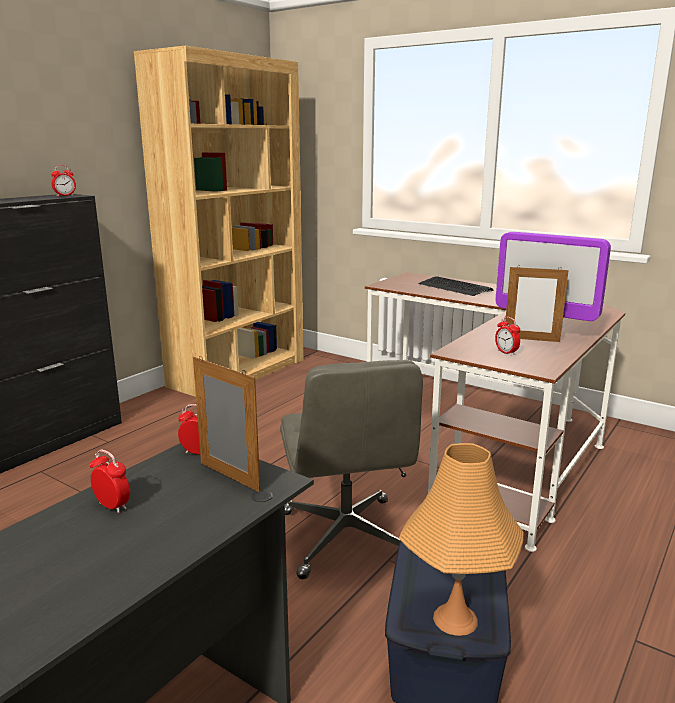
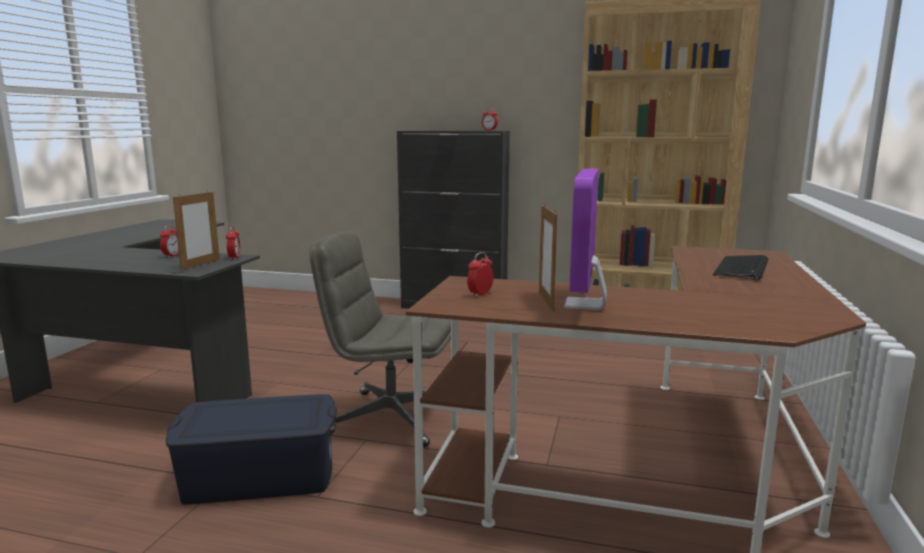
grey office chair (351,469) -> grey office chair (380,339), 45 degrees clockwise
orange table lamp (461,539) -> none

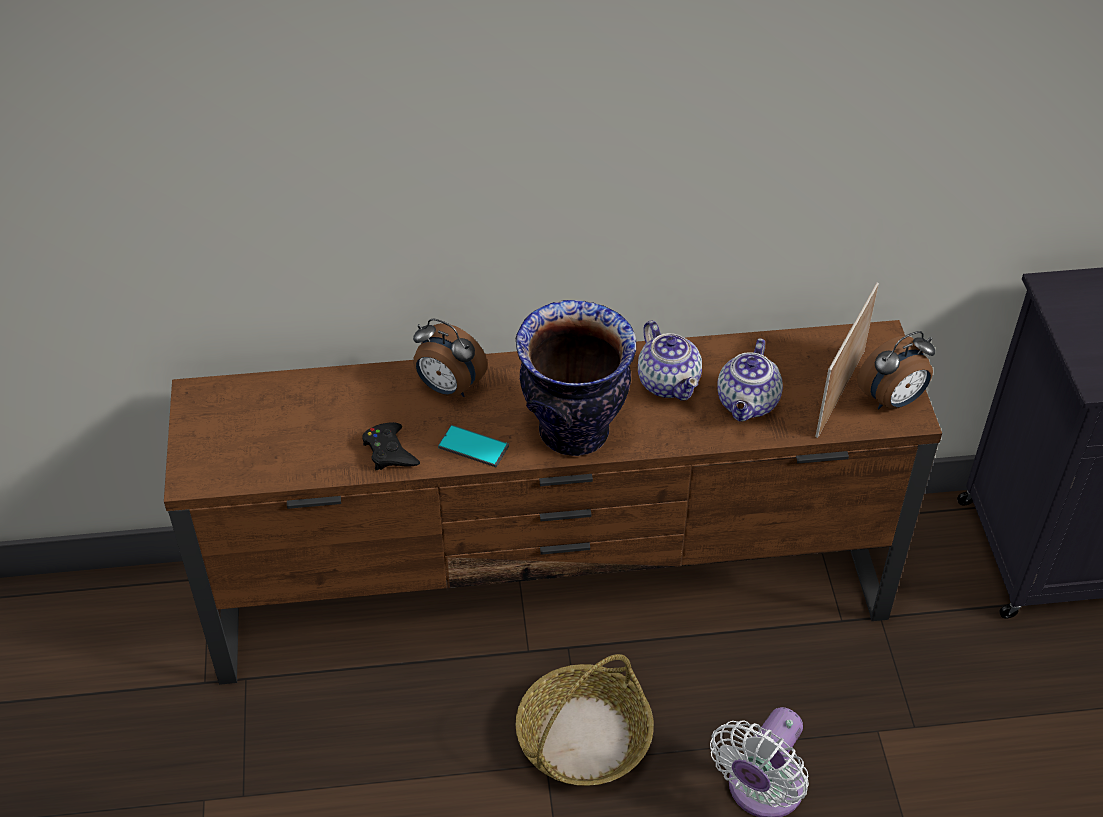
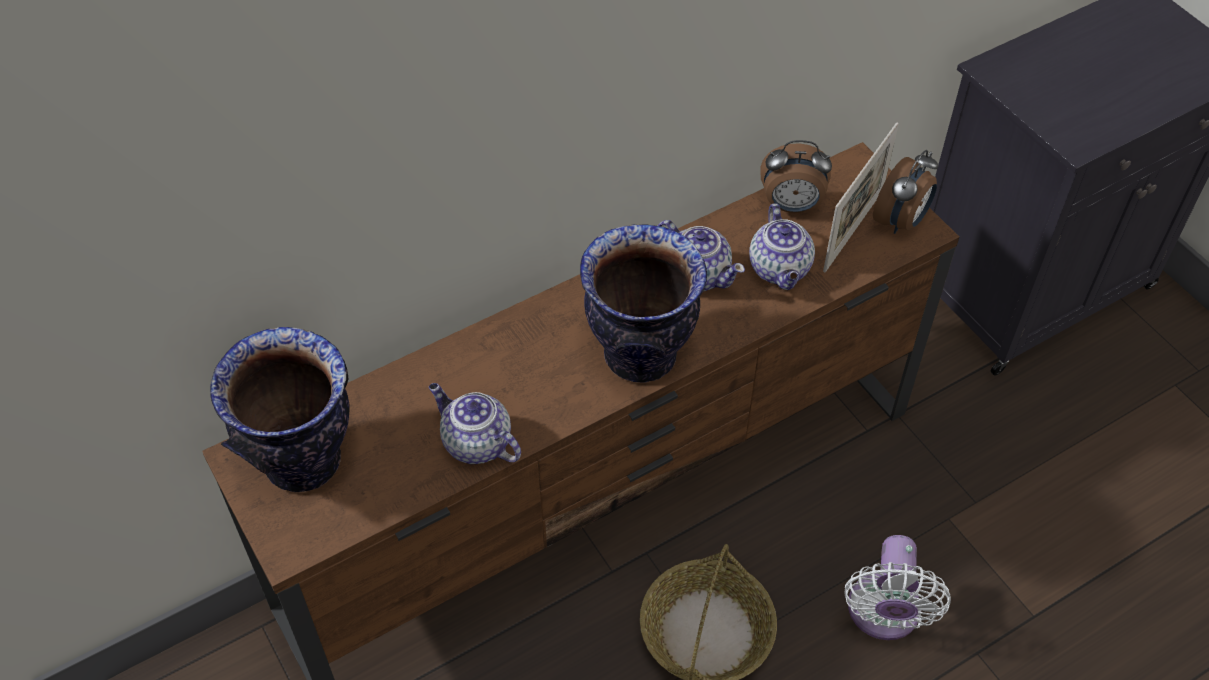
none -> vase (279,409)
black game controller (391,446) -> teapot (475,423)
alarm clock (450,357) -> alarm clock (796,176), shifted
picture frame (847,360) -> picture frame (861,197), 150 degrees counterclockwise
phone (473,446) -> none

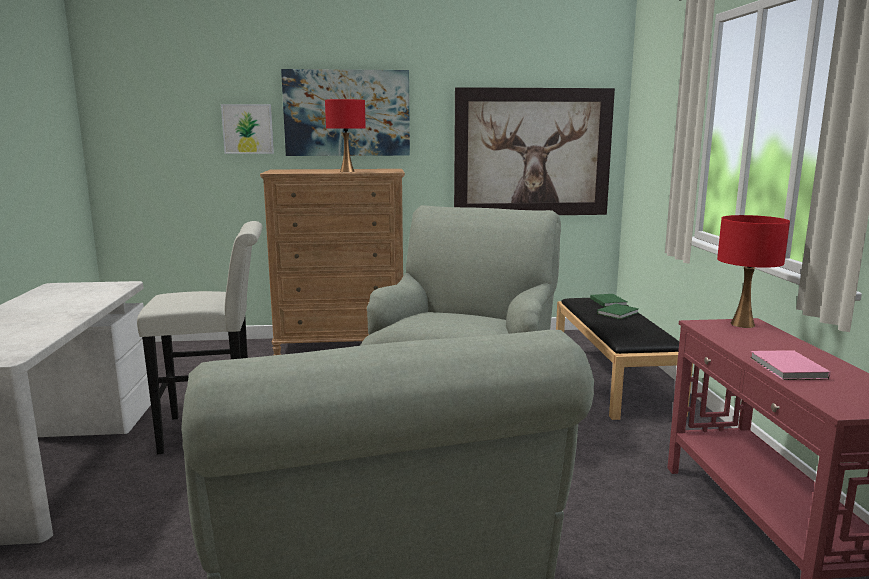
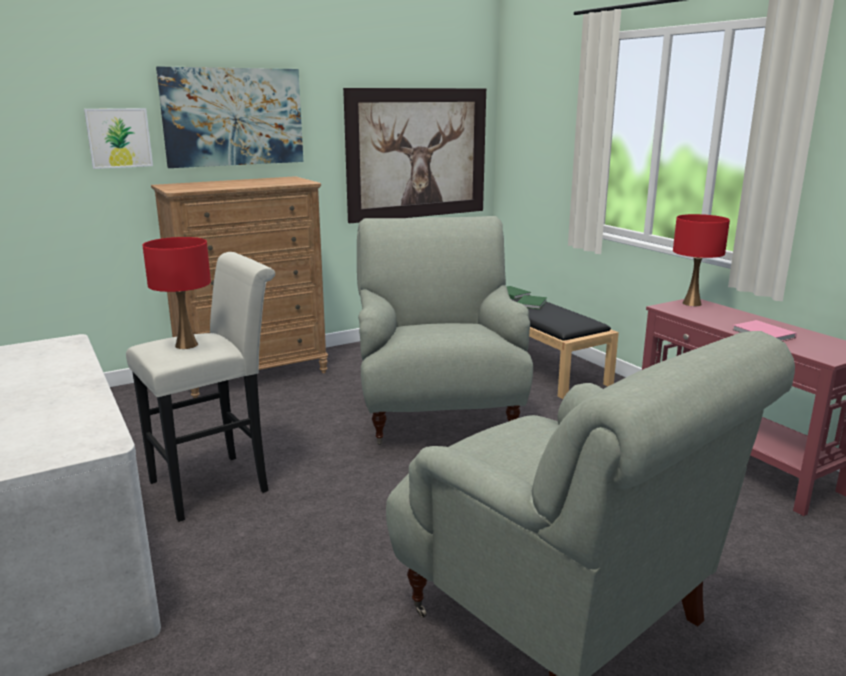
red table lamp (345,135) -> red table lamp (177,293), shifted

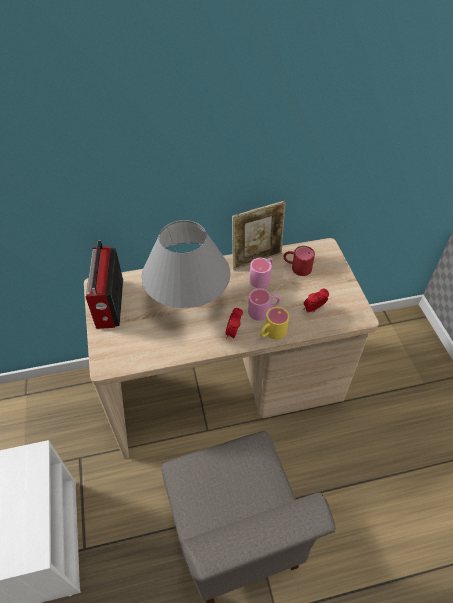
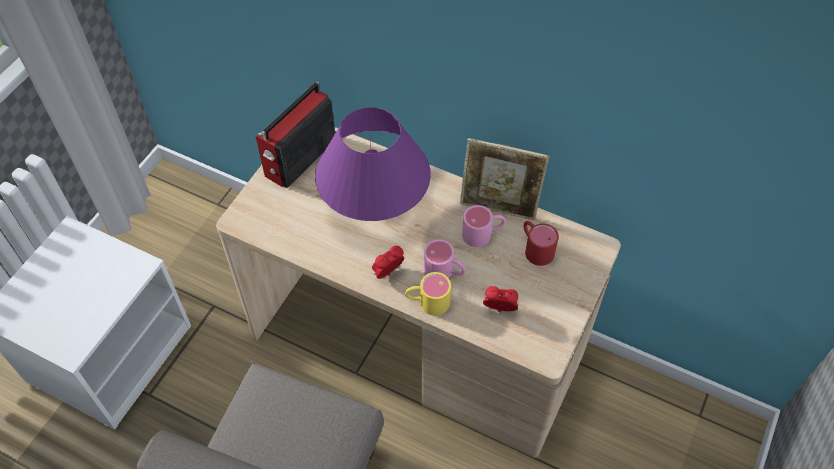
grey table lamp (186,264) -> purple table lamp (373,164)

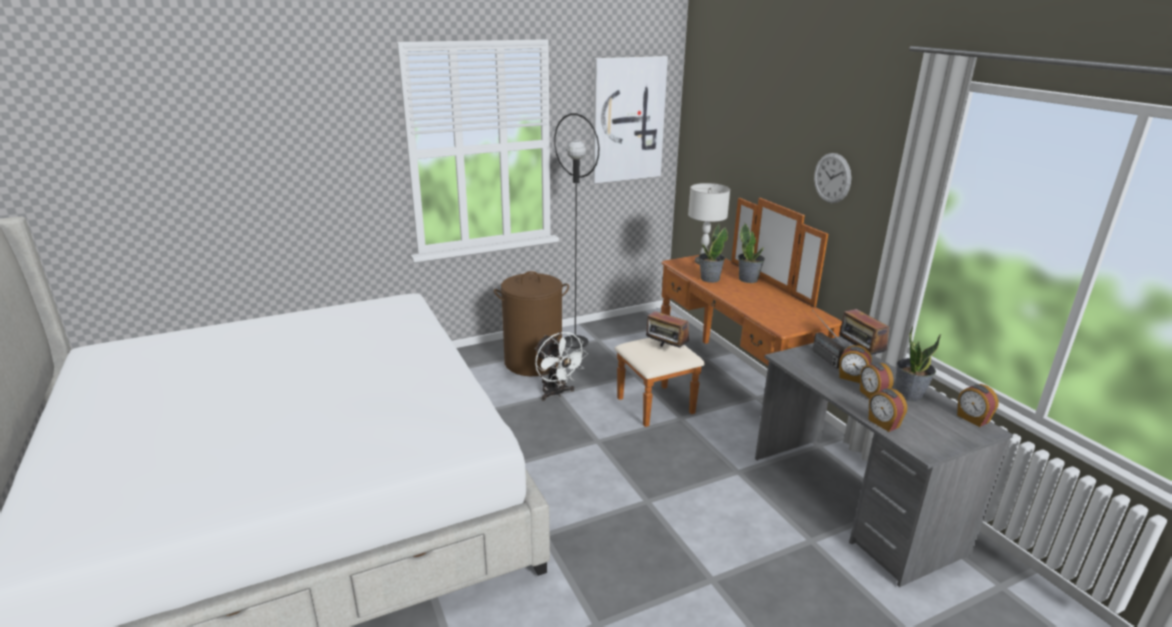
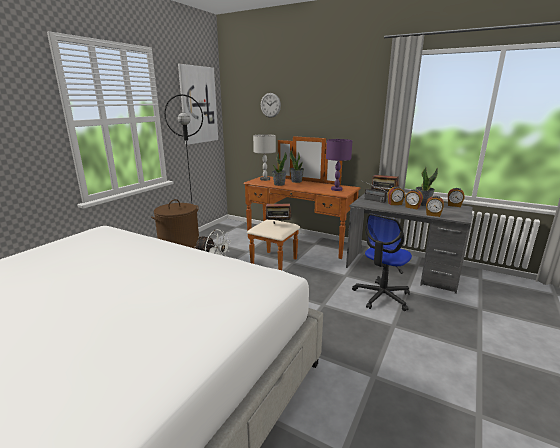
wall clock (832,178) -> wall clock (271,105), shifted
none -> purple table lamp (339,165)
none -> office chair (382,262)

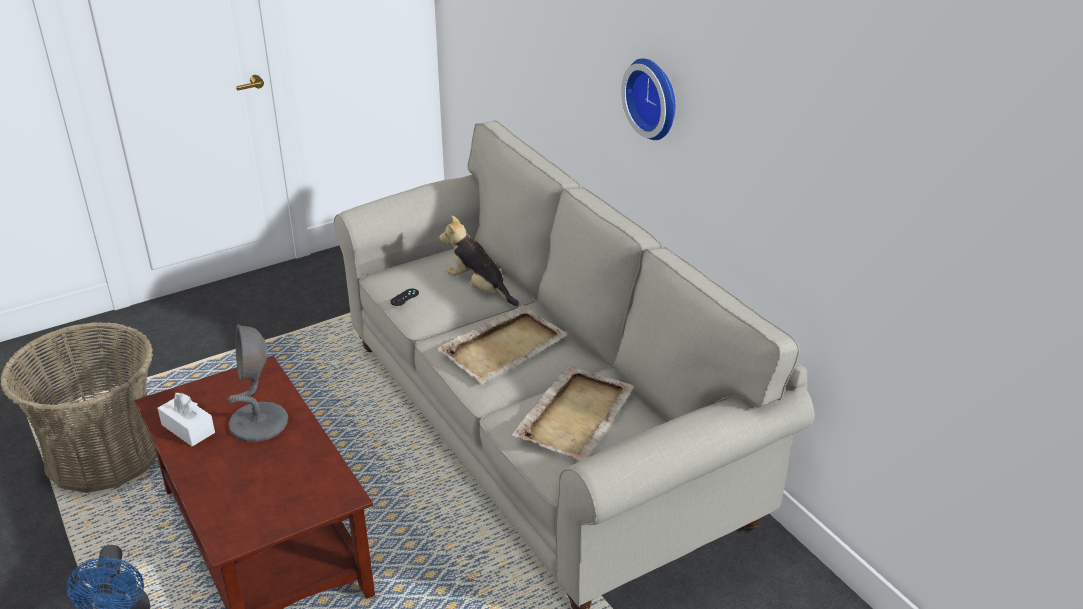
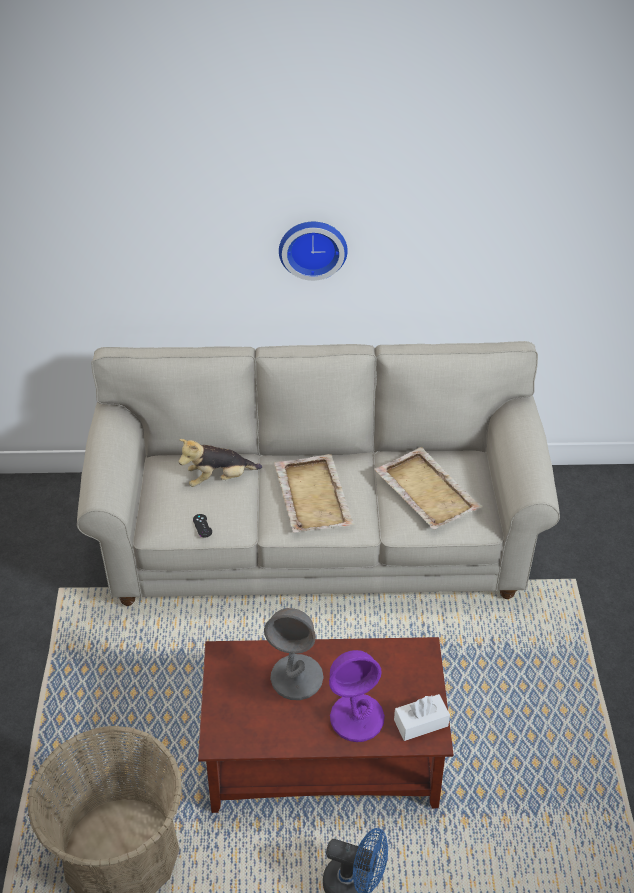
none -> purple table lamp (357,696)
white tissue box (186,419) -> white tissue box (422,717), shifted

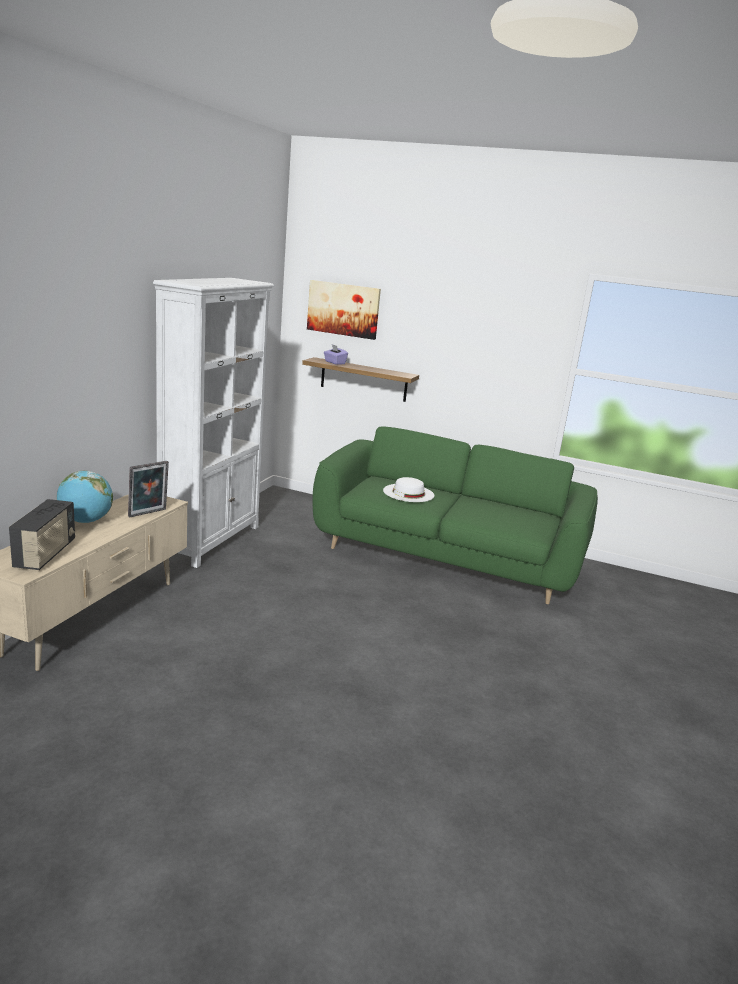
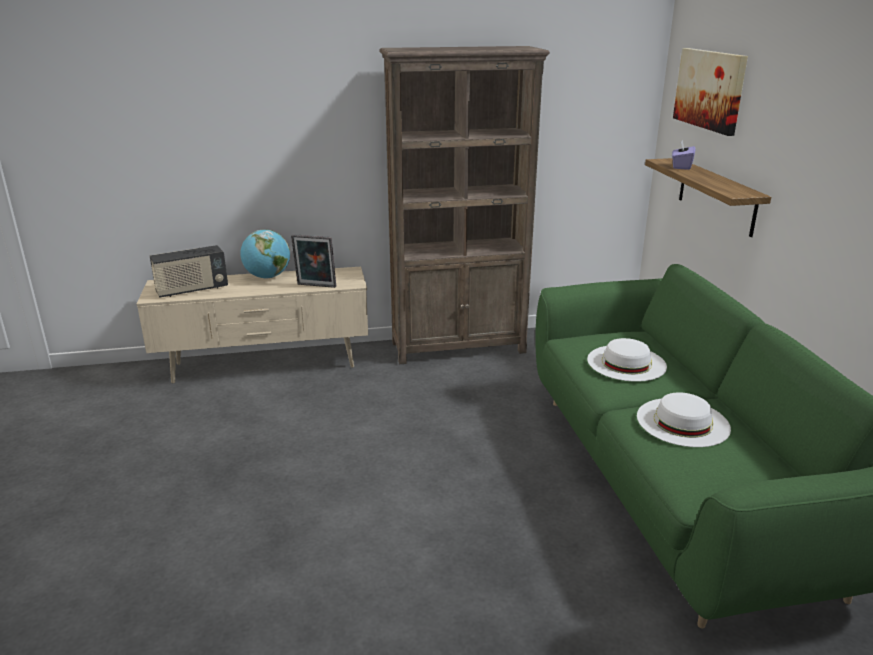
white bookcase (213,423) -> brown bookcase (464,205)
none -> white hat (684,419)

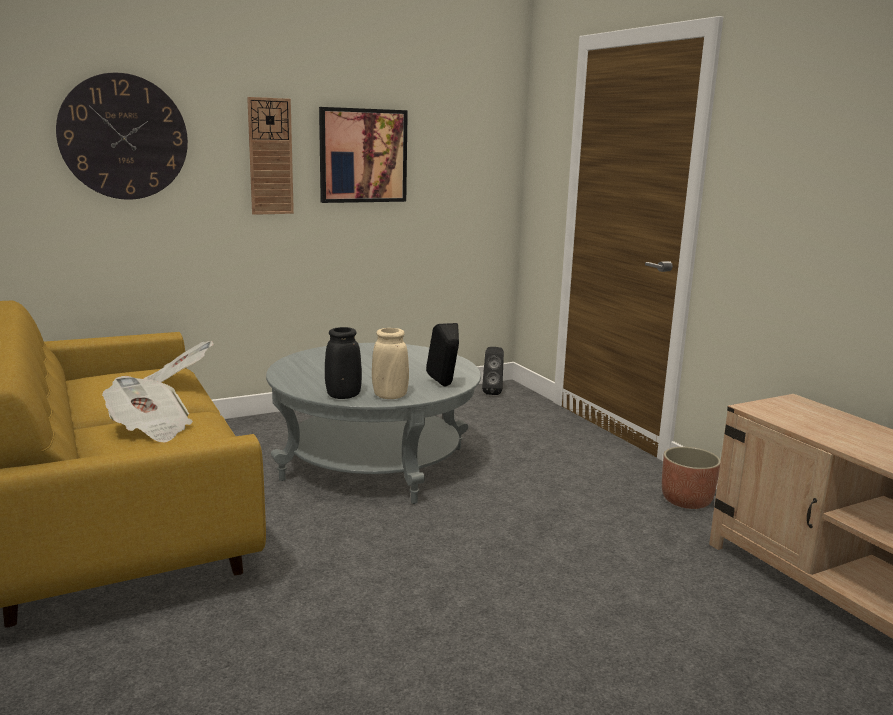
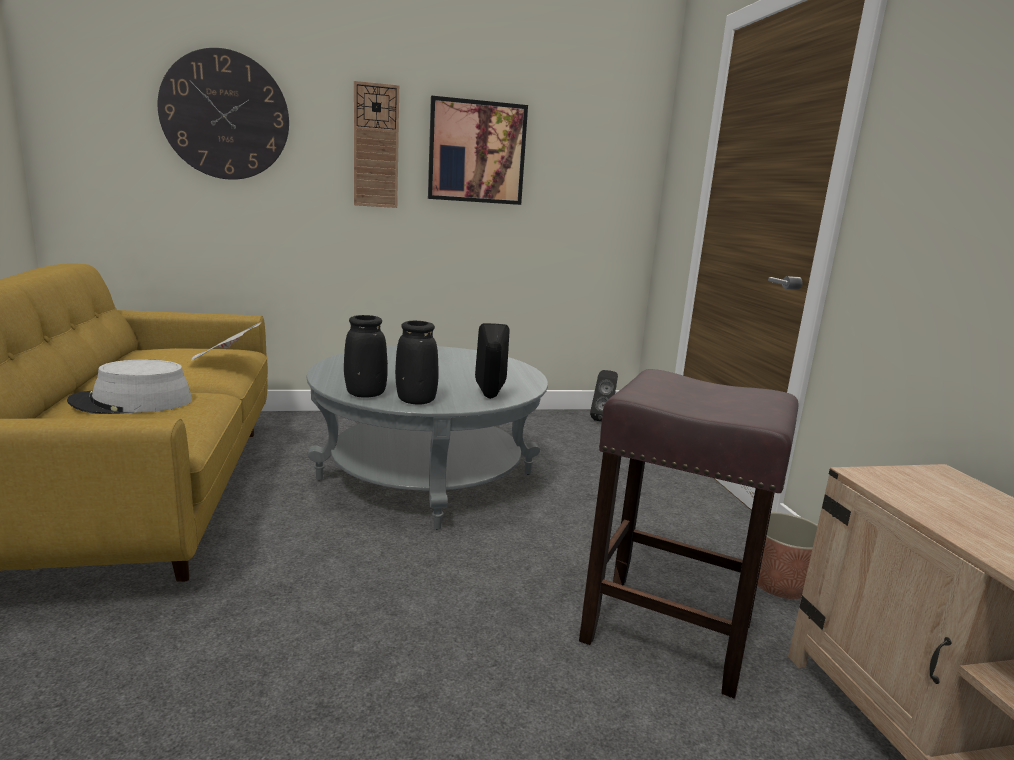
newspaper (147,409) -> grey hat (129,387)
beige vase (390,363) -> black vase (417,362)
none -> brown stool (689,534)

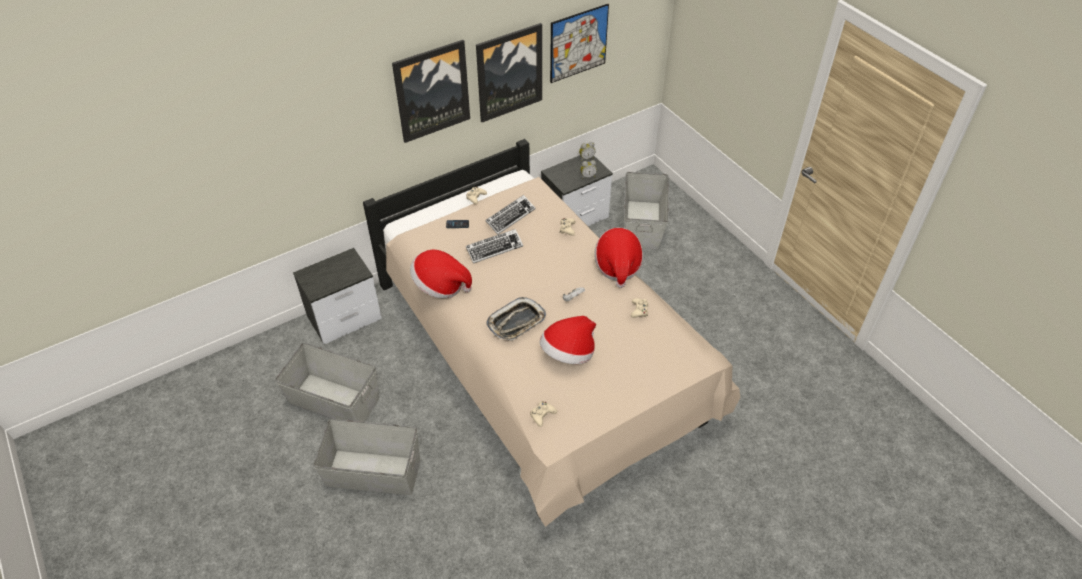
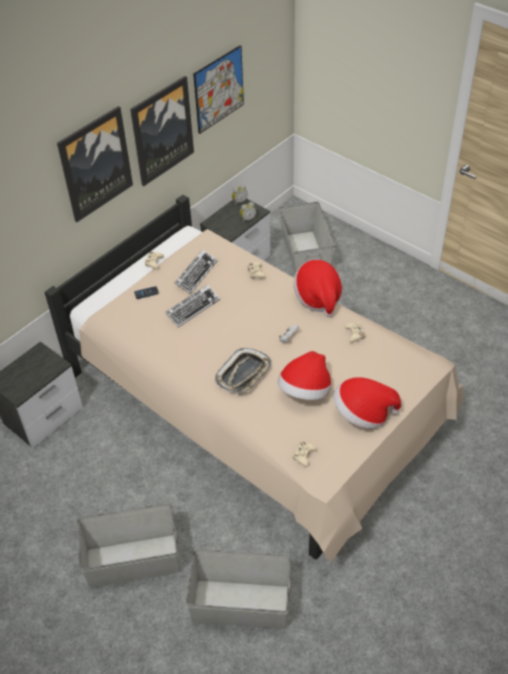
grey storage box (327,382) -> grey storage box (238,589), shifted
hat (441,273) -> hat (367,403), shifted

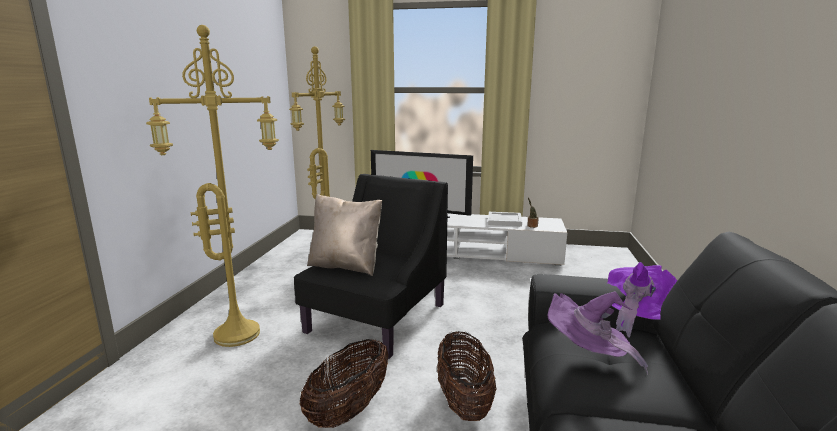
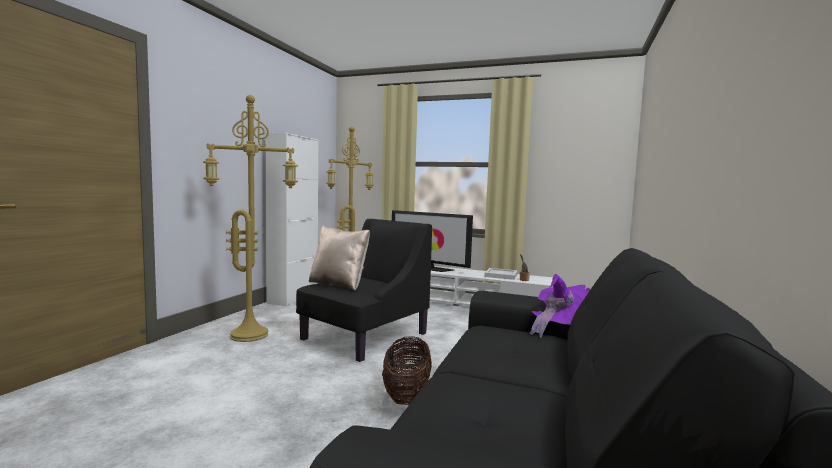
none -> white cabinet (292,219)
basket (344,383) -> none
purple hat (598,333) -> none

